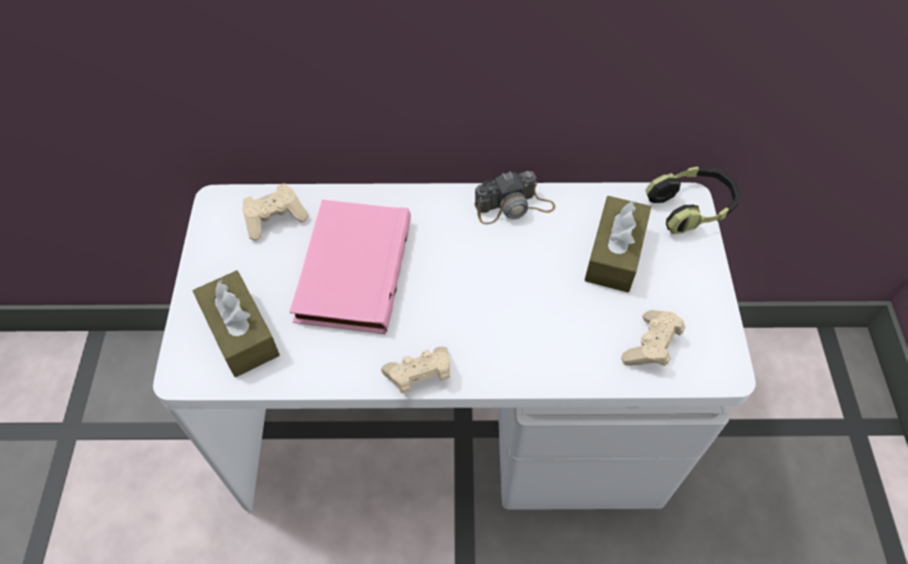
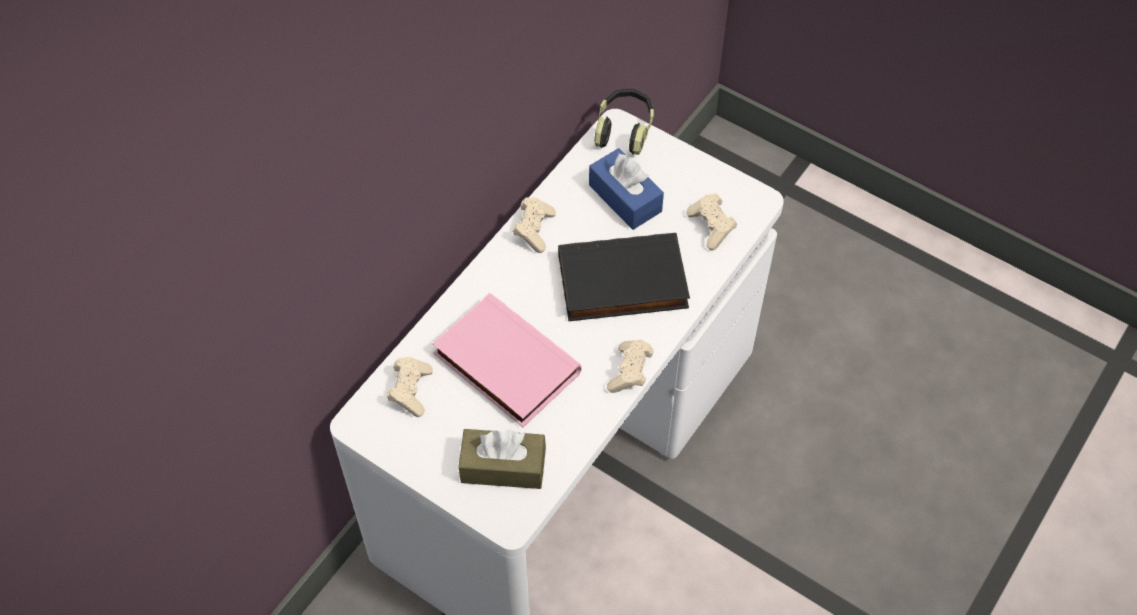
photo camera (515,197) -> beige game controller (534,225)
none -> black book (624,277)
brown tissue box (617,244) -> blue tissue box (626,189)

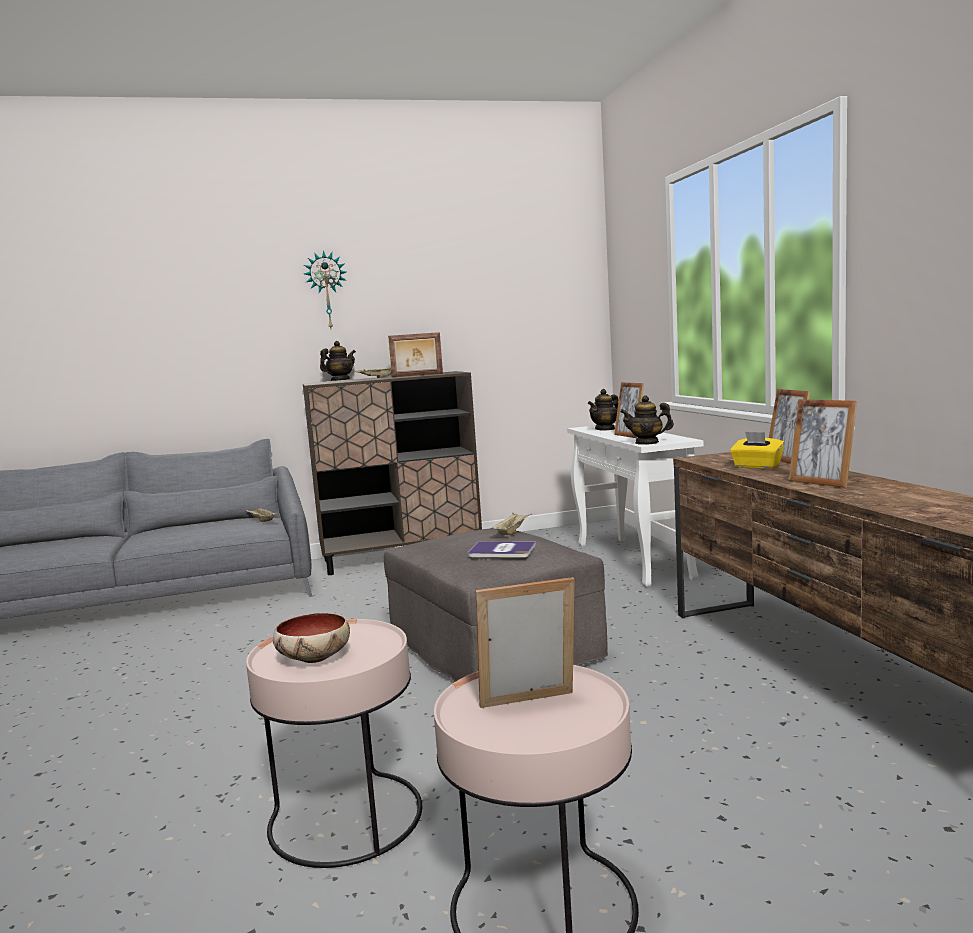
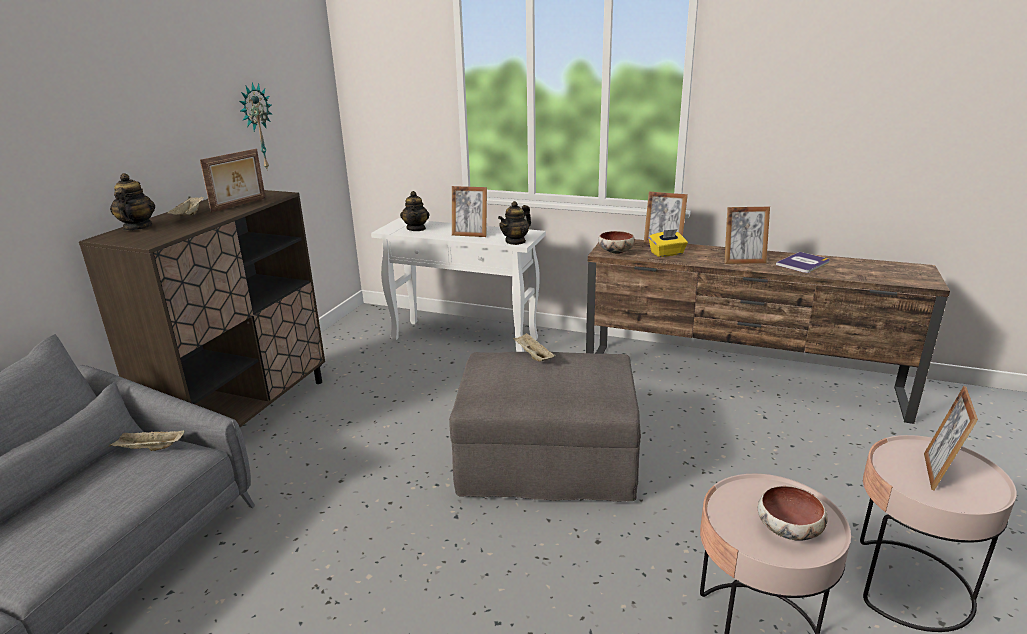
wall clock (325,289) -> wall clock (256,127), shifted
none -> bowl (616,242)
book (502,550) -> book (803,262), shifted

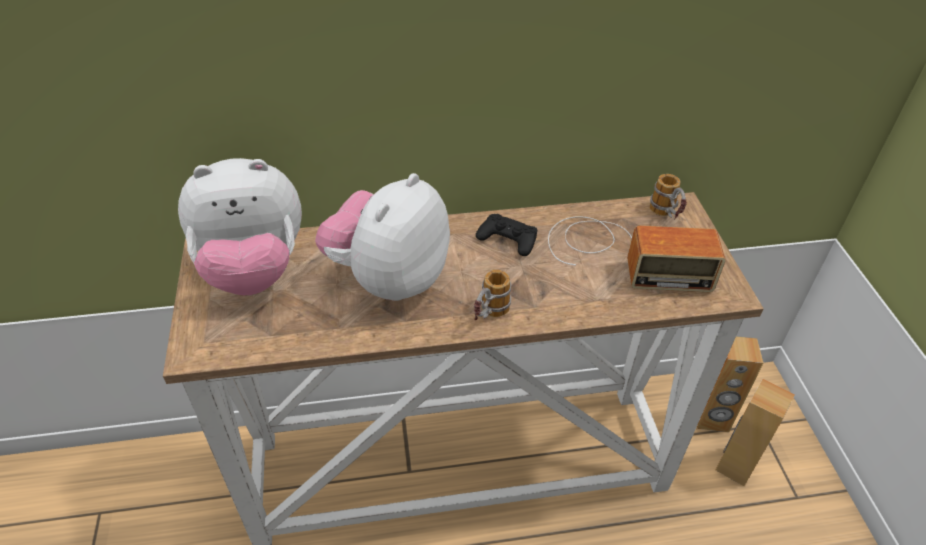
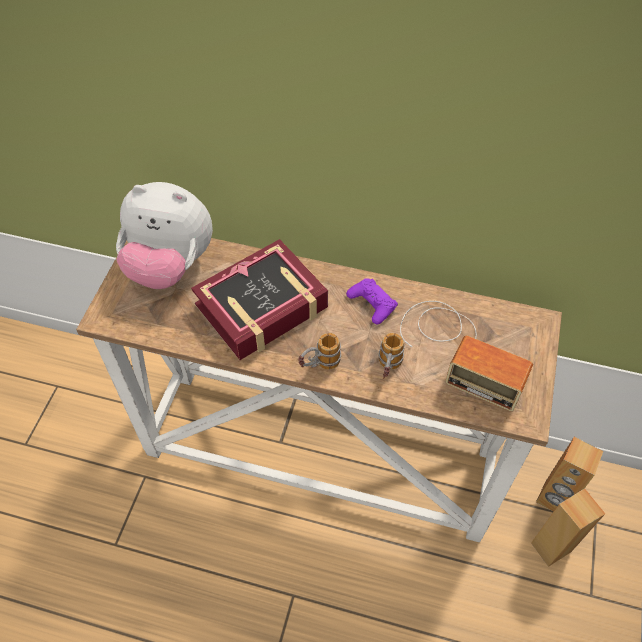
plush toy (382,237) -> book (259,299)
black game controller (506,235) -> purple game controller (372,301)
mug (668,197) -> mug (391,356), shifted

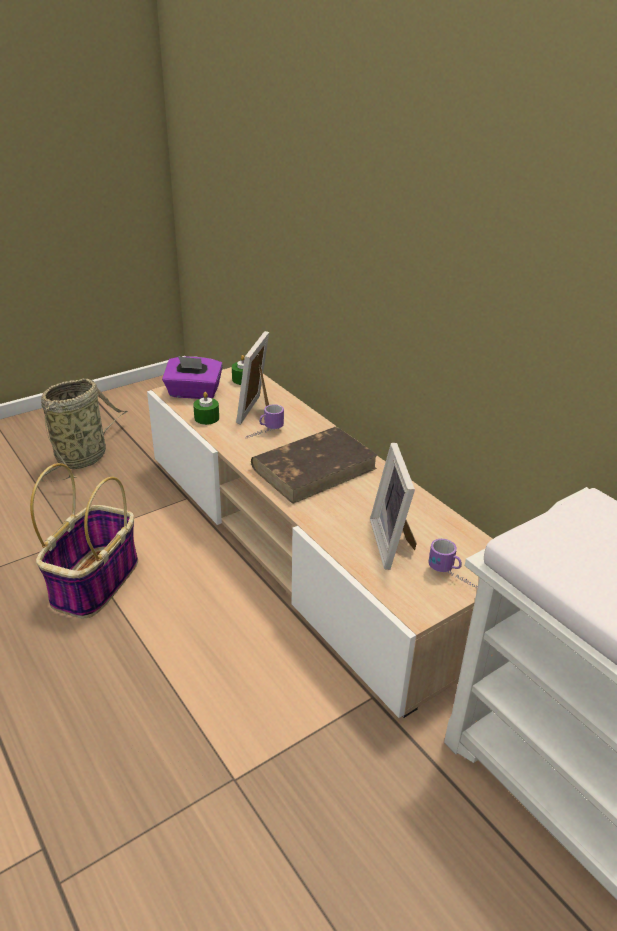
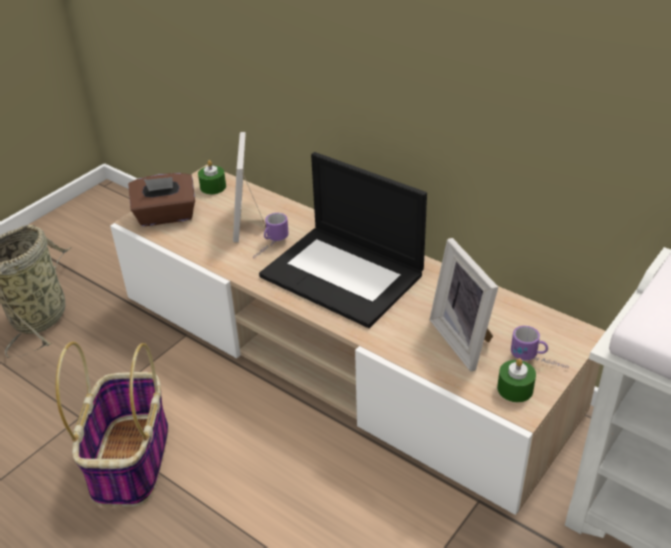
purple tissue box (192,377) -> brown tissue box (161,199)
brown book (314,465) -> laptop (343,240)
green candle (206,408) -> green candle (516,380), shifted

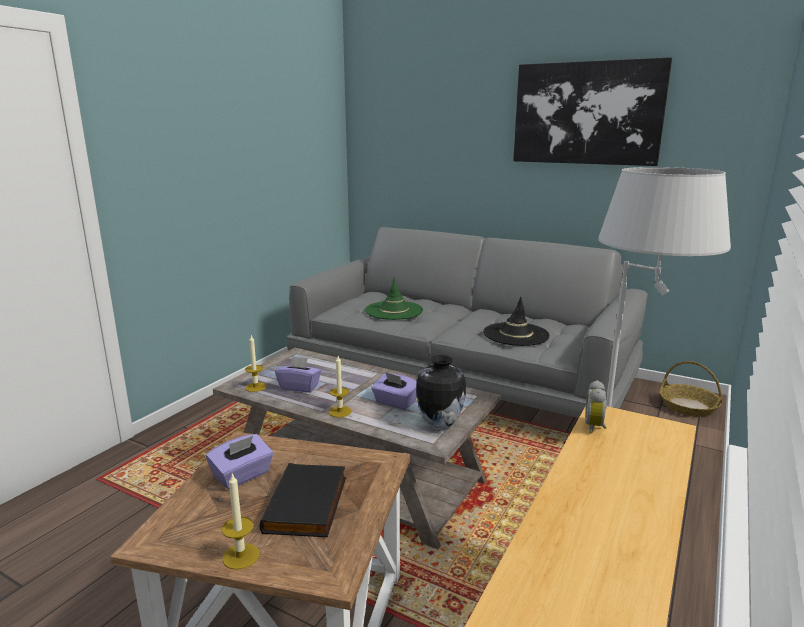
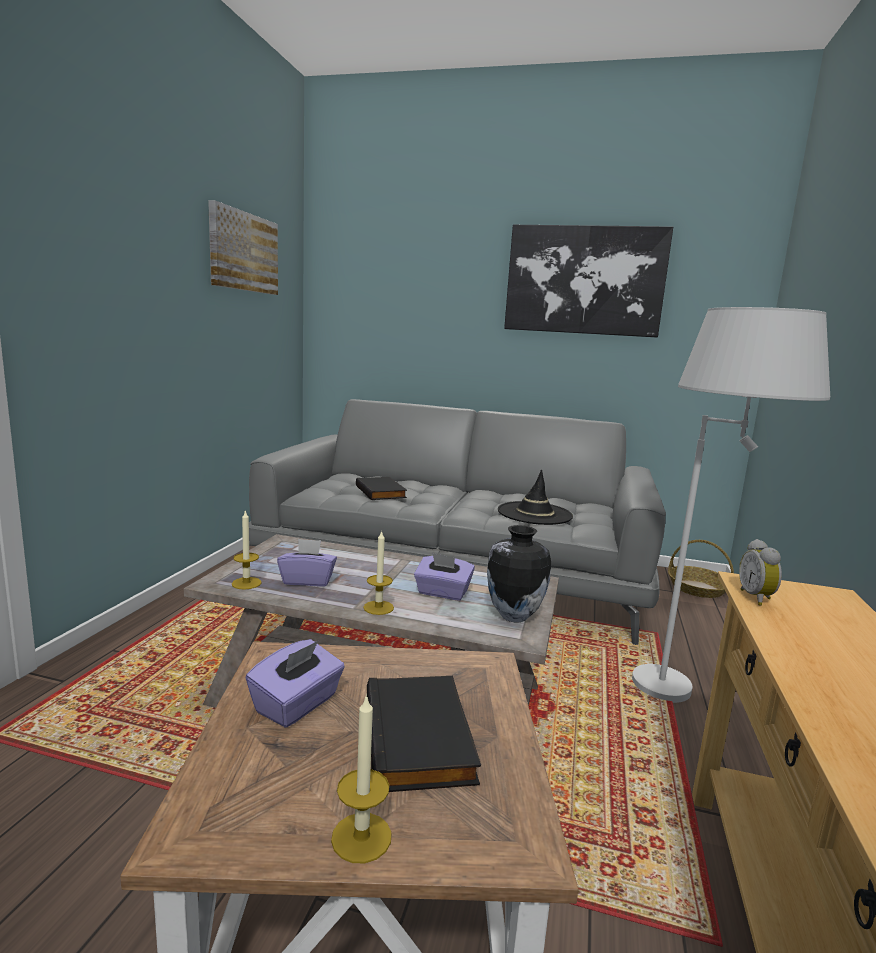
none -> picture (243,247)
green hat (394,298) -> black book (381,488)

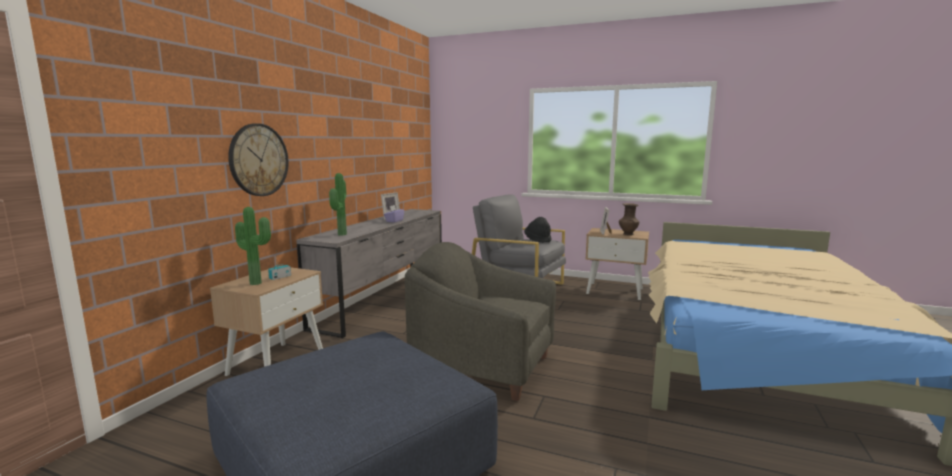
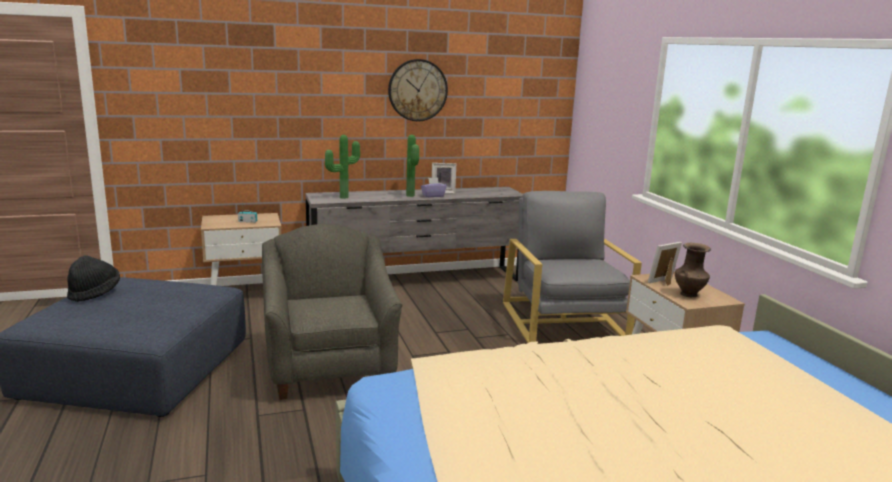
black hat (538,230) -> black hat (93,278), shifted
wall clock (258,159) -> wall clock (418,90), shifted
potted plant (253,246) -> potted plant (412,166), shifted

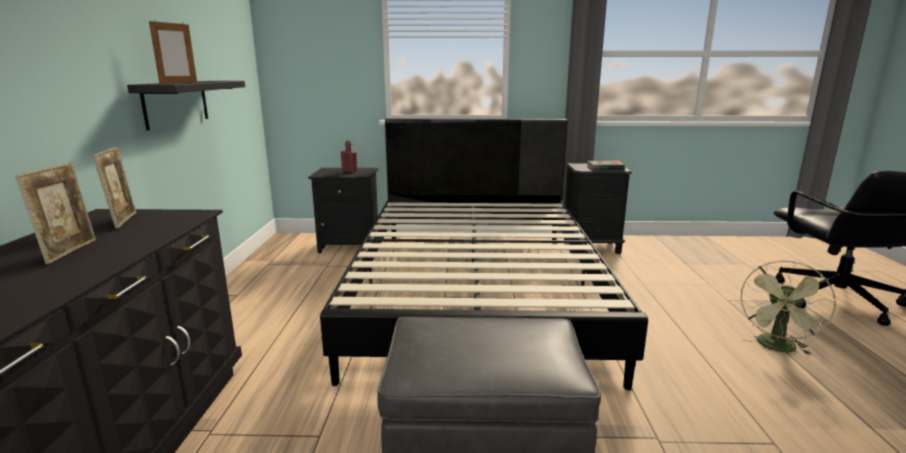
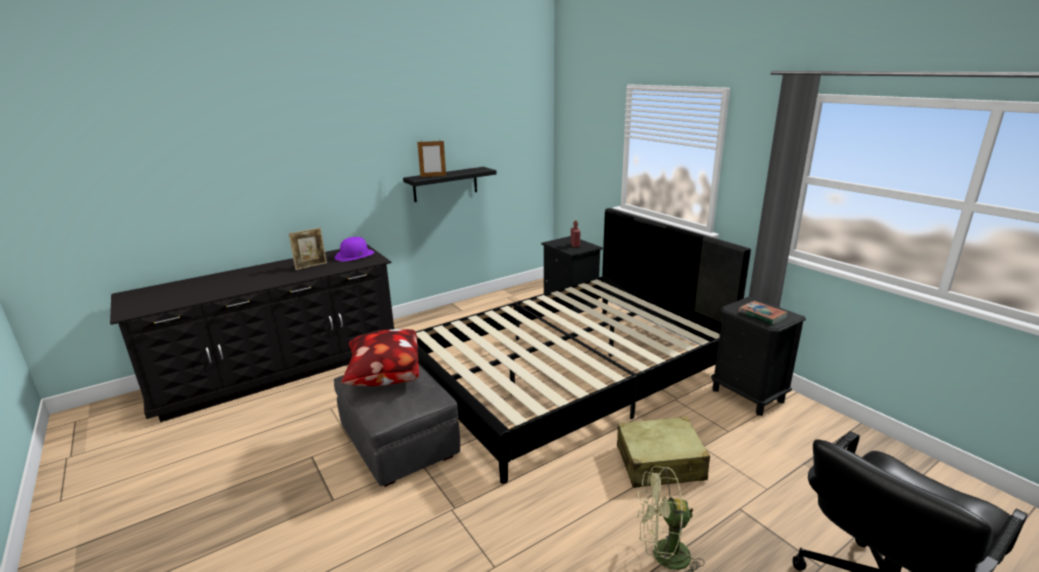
picture frame (114,188) -> purple hat (354,249)
none -> pillow (380,357)
none -> beige suitcase (663,452)

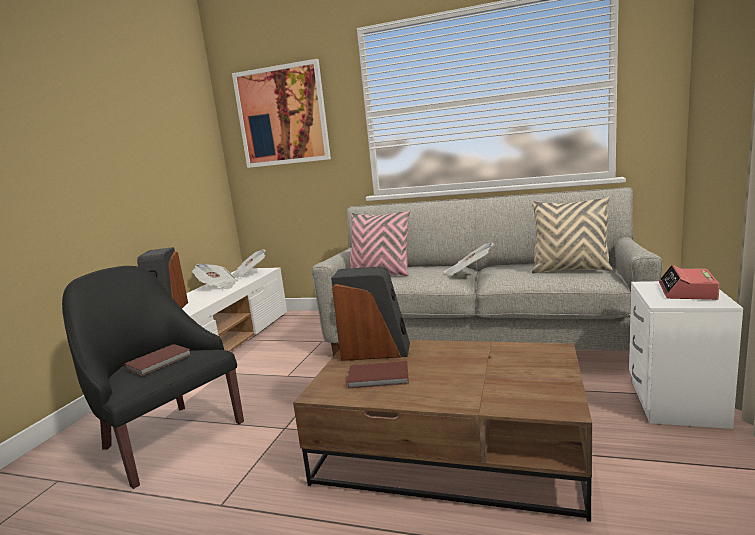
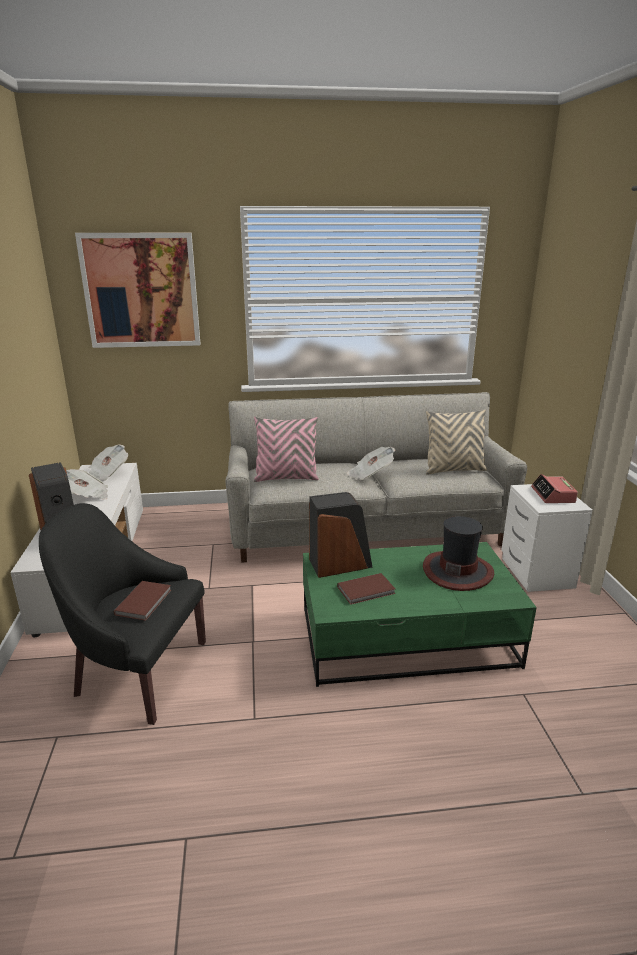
brown coffee table (442,431) -> green coffee table (420,614)
none -> hat (458,553)

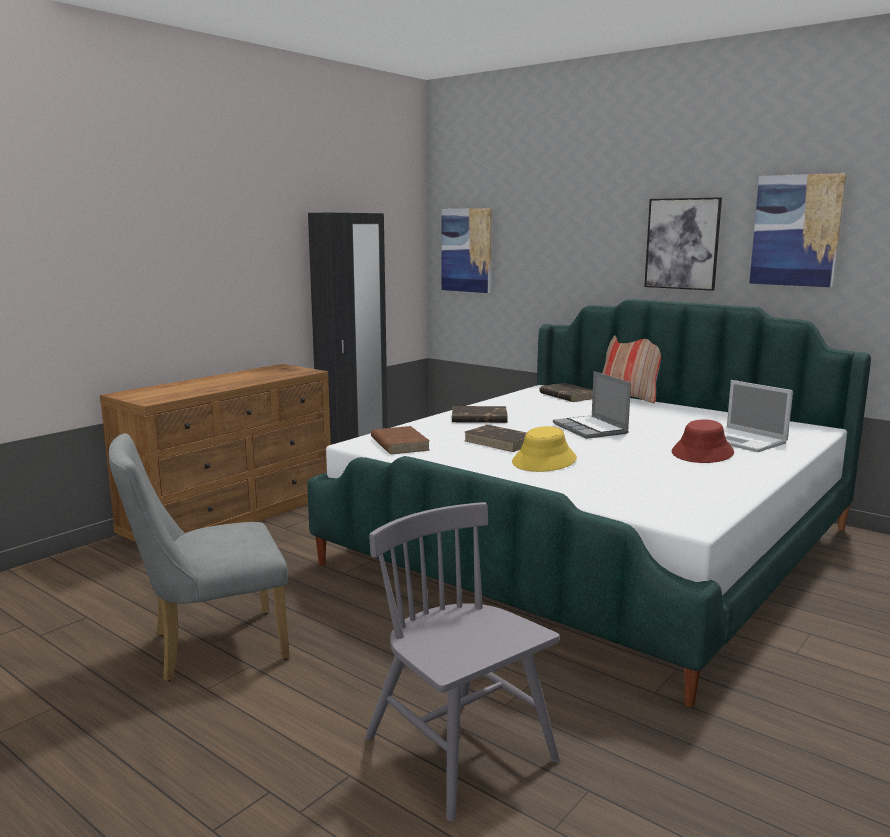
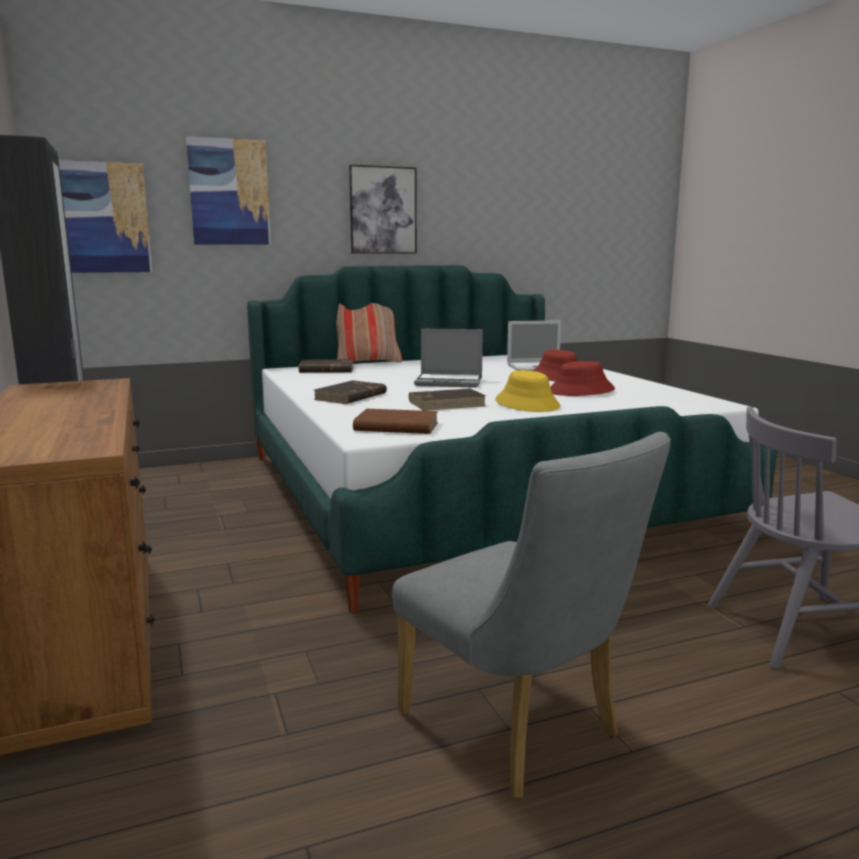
picture (797,230) -> picture (228,190), shifted
grey chair (199,557) -> grey chair (531,615), 45 degrees counterclockwise
none -> red hat (582,378)

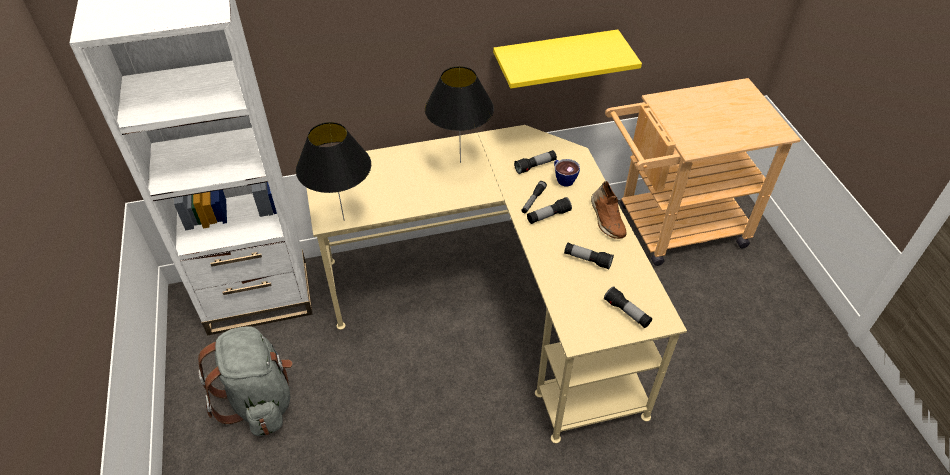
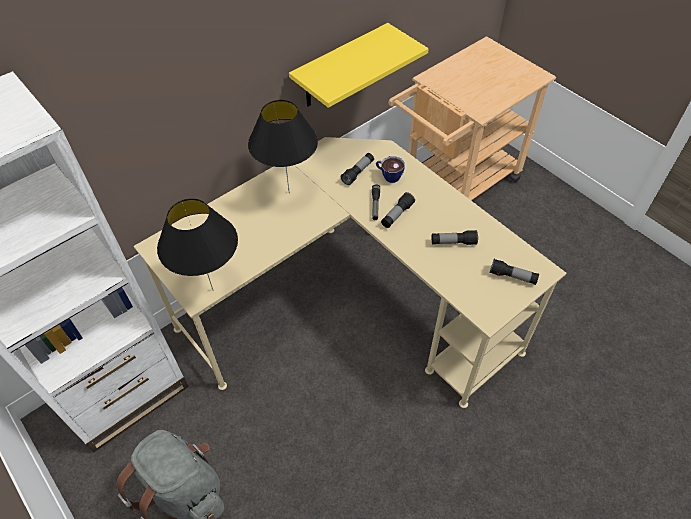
brown shoe (609,210) -> none

